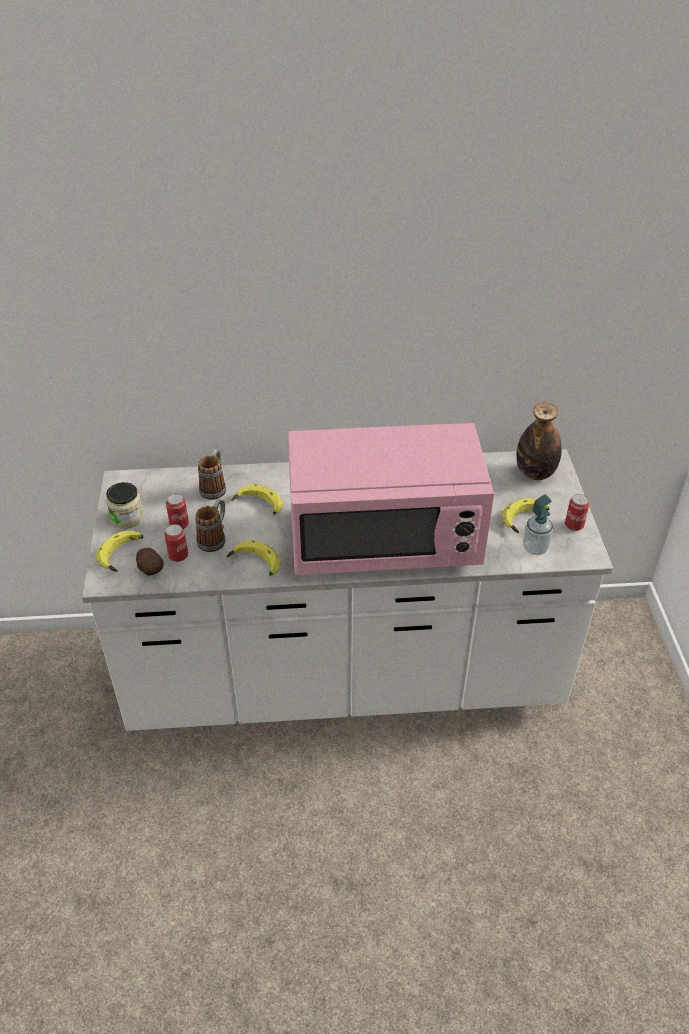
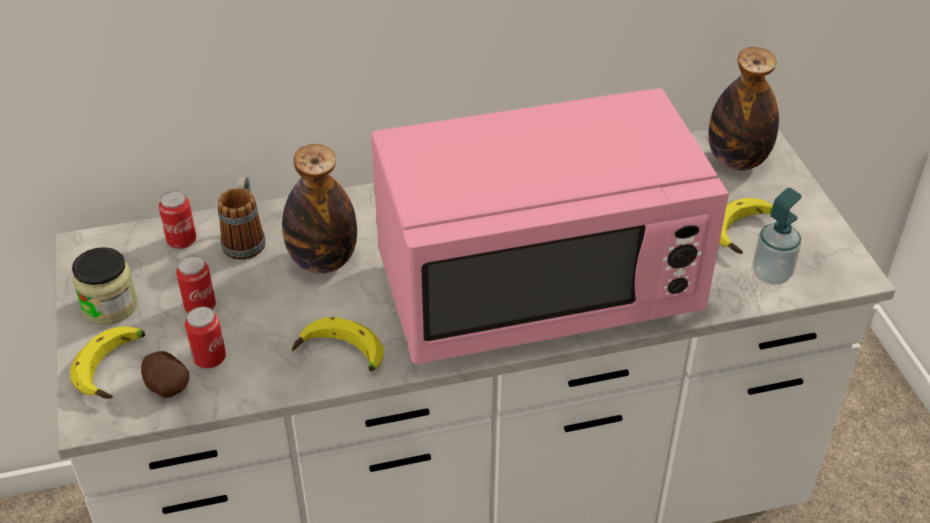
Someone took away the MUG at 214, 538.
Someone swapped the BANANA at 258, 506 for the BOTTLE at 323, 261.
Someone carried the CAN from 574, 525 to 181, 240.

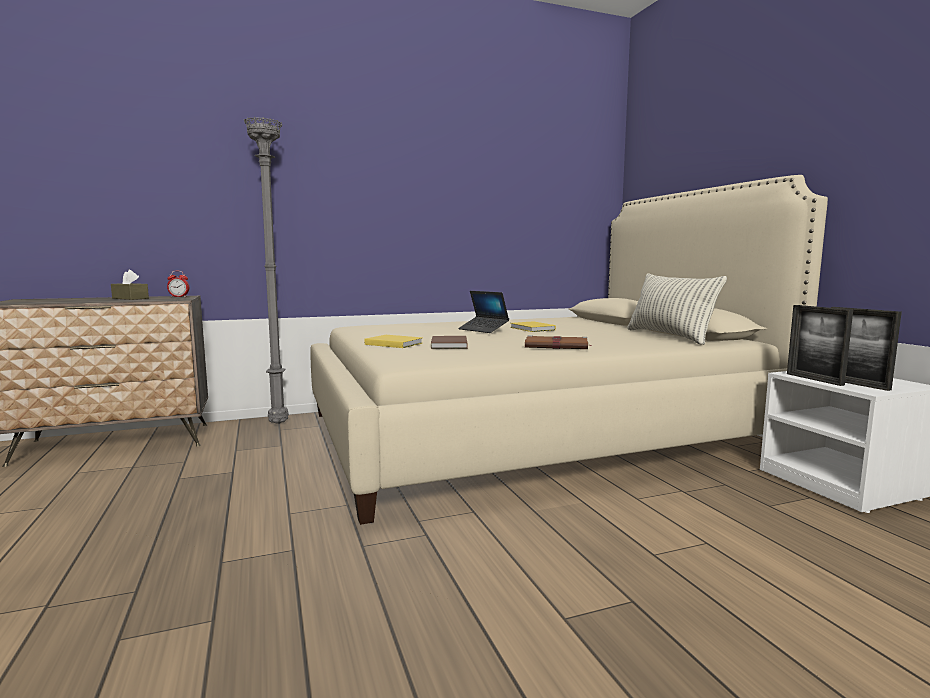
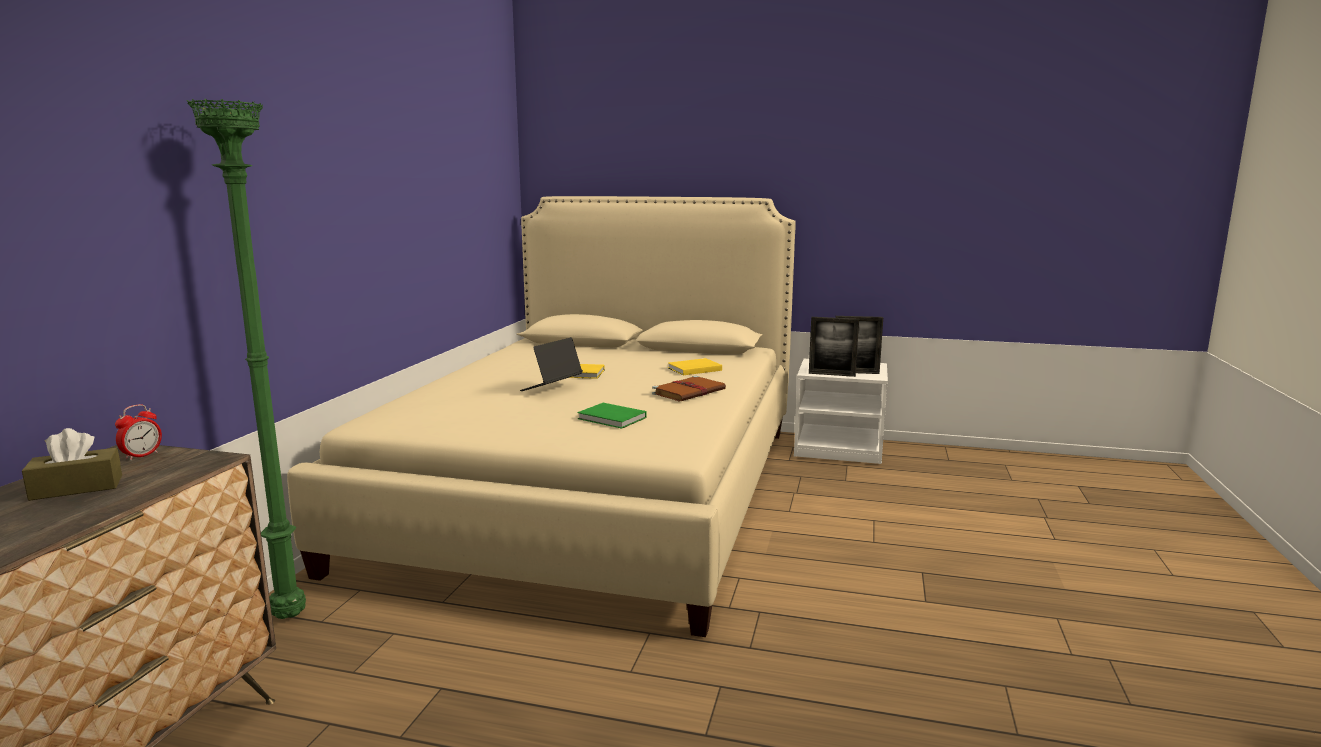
Someone repainted the GREY FLOOR LAMP at 280, 423, which became the GREEN FLOOR LAMP at 290, 615.
Someone carried the YELLOW BOOK from 393, 343 to 693, 369.
Someone repainted the BROWN BOOK at 448, 345, which became the GREEN BOOK at 612, 419.
Someone rotated the LAPTOP at 483, 330 by 135 degrees clockwise.
Someone took away the PILLOW at 669, 336.

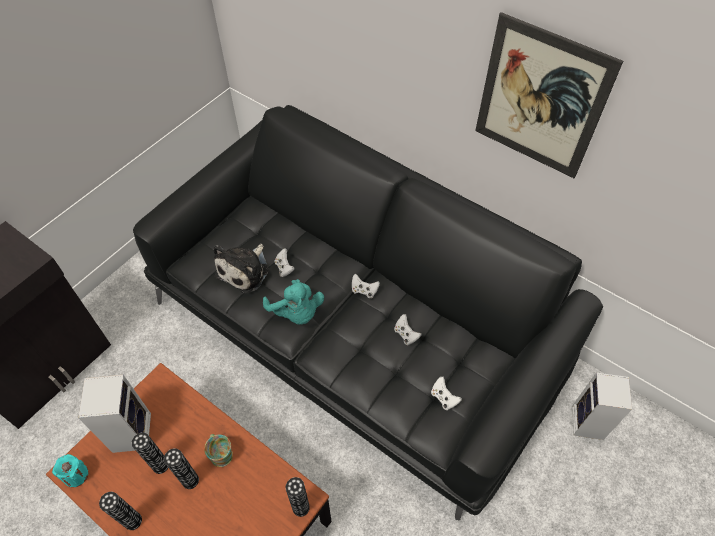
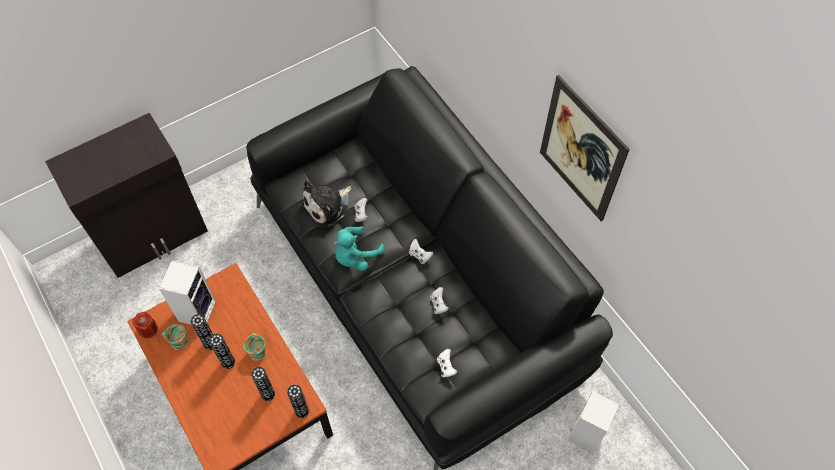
Someone repainted the TURQUOISE CANDLE at 76, 475, which became the RED CANDLE at 148, 329.
Someone carried the VASE from 133, 521 to 268, 394.
Someone rotated the TURQUOISE PLUSH TOY at 296, 313 by 60 degrees clockwise.
Someone put down the MUG at 177, 341.

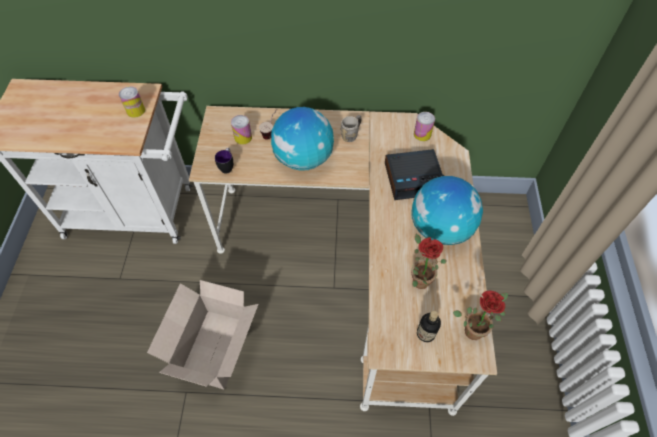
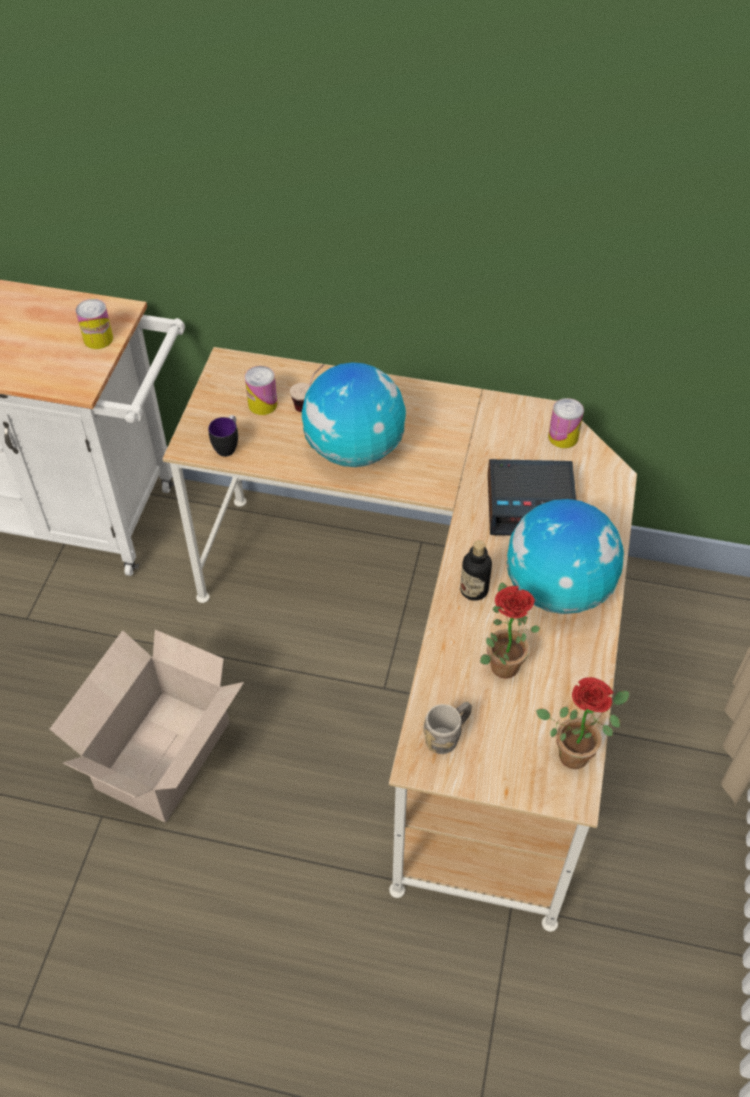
Someone carried the GREY MUG from 351, 134 to 447, 736.
Someone carried the BOTTLE from 425, 333 to 474, 590.

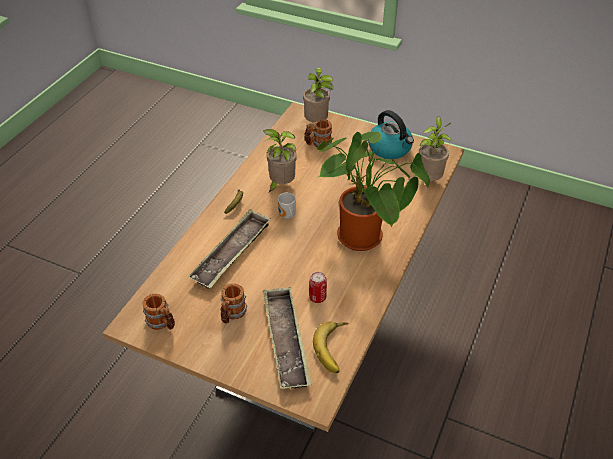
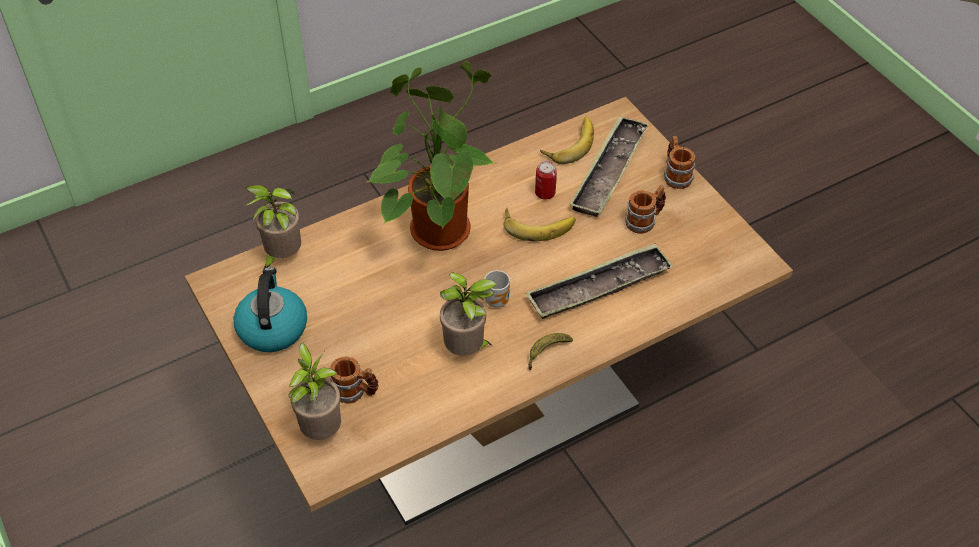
Someone carried the MUG from 162, 323 to 675, 175.
Someone put down the BANANA at 538, 224.

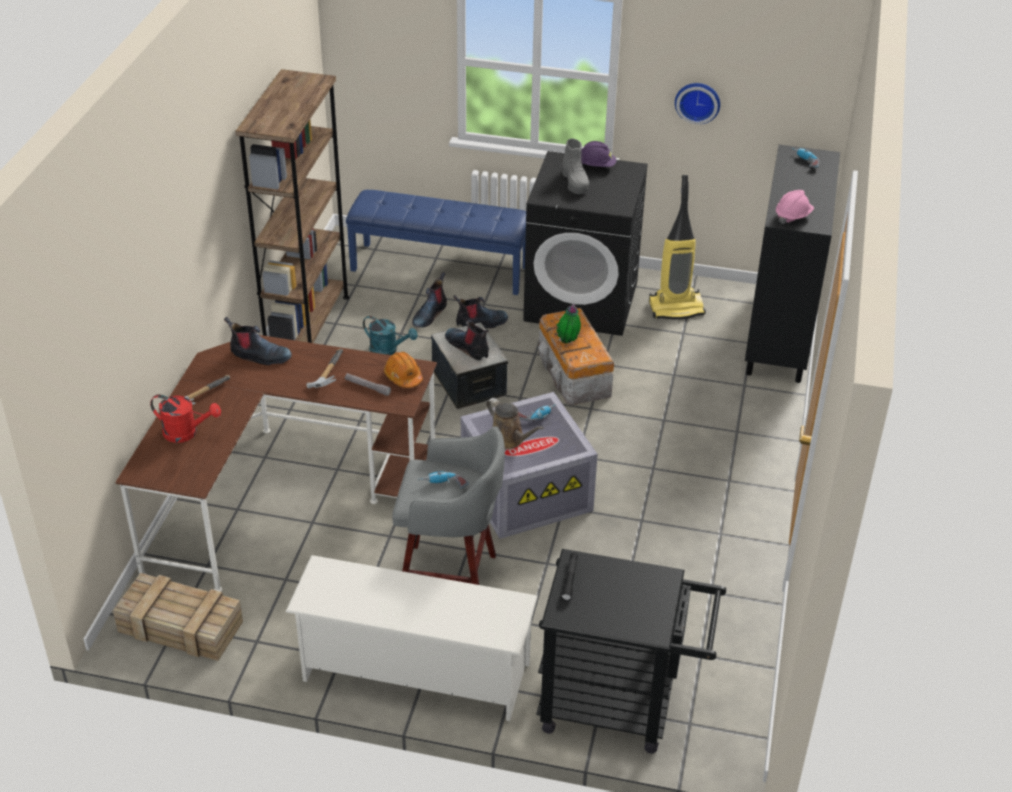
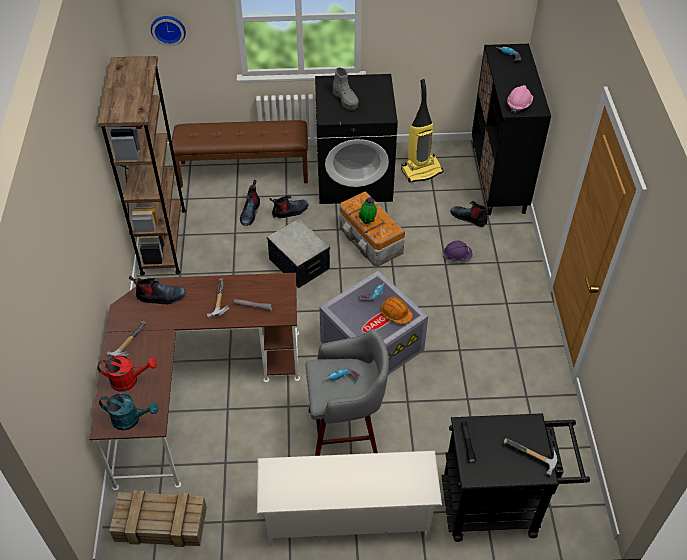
Someone repainted the BLUE BENCH at 440, 268, which became the BROWN BENCH at 244, 171.
Someone carried the TURQUOISE WATERING CAN from 388, 350 to 131, 419.
Someone carried the ORANGE HARD HAT from 403, 377 to 396, 314.
Someone carried the BOOT from 468, 347 to 469, 218.
Someone took away the BROWN WATERING CAN at 509, 439.
Someone carried the PURPLE HARD HAT from 596, 166 to 457, 256.
Someone carried the WALL CLOCK from 697, 101 to 168, 29.
Someone put down the HAMMER at 530, 458.

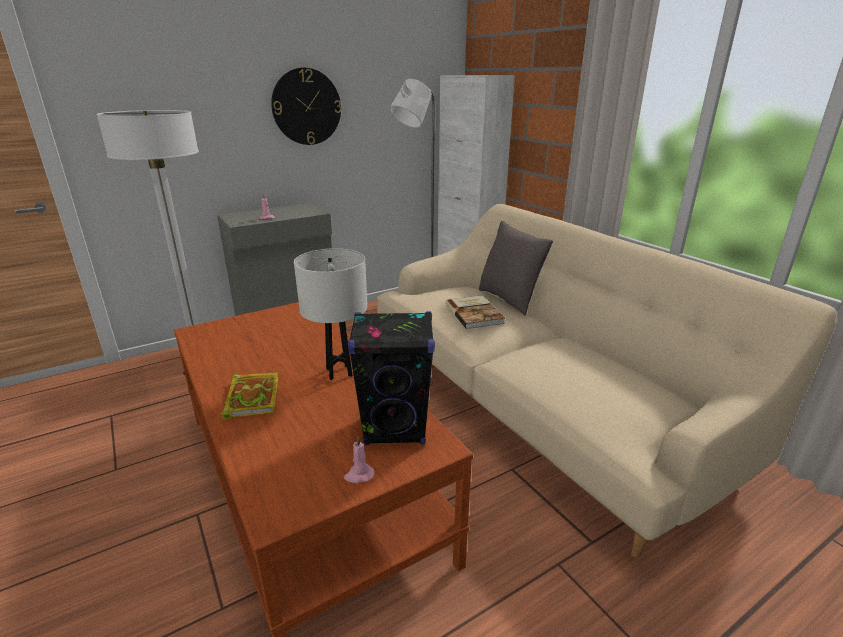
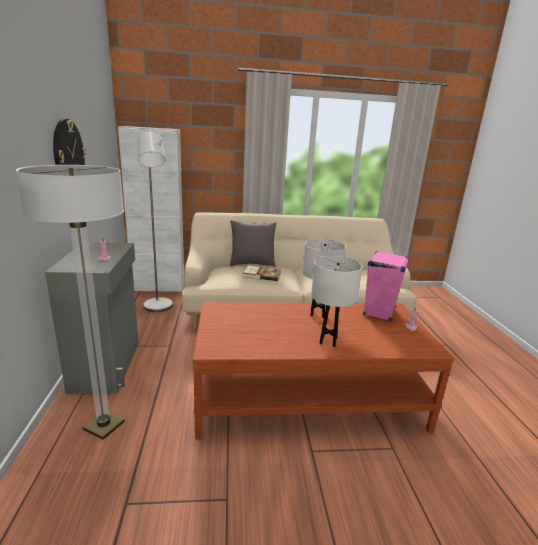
Someone swapped the BOOK at 252, 397 for the WHITE TABLE LAMP at 328, 341.
Someone repainted the BLACK SPEAKER at 395, 428, which became the PINK SPEAKER at 379, 312.

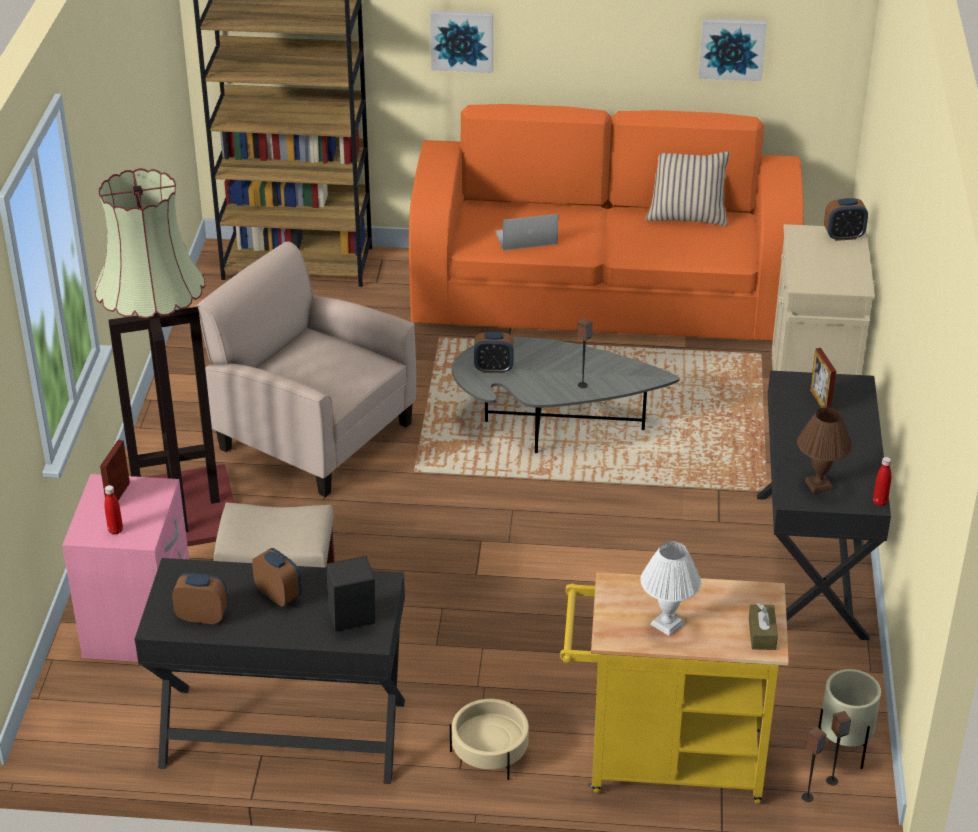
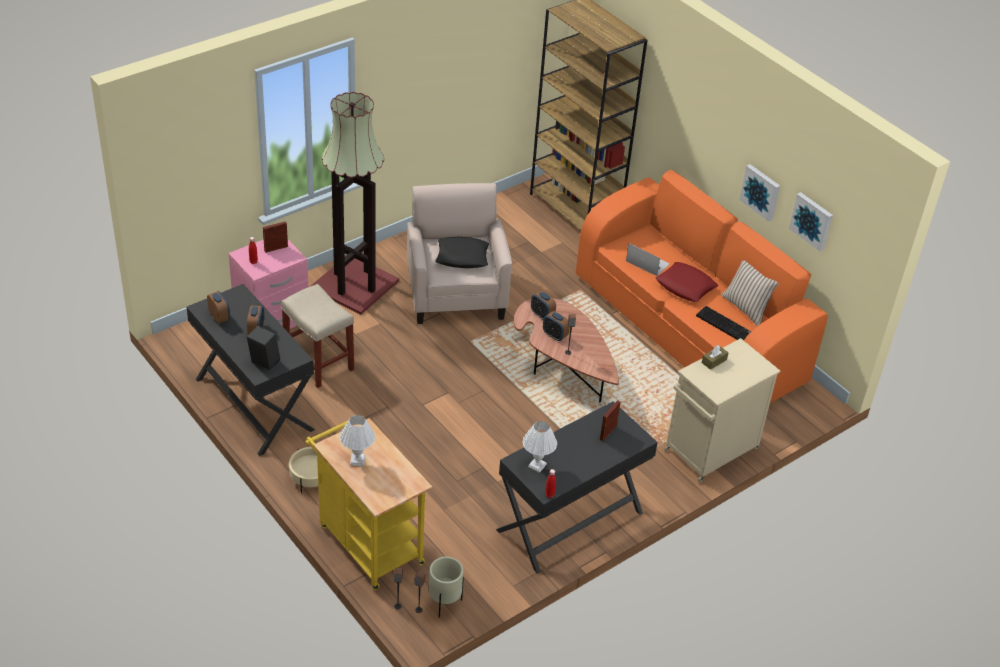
Someone carried the PICTURE from 462, 40 to 761, 192.
Someone repainted the GREY COFFEE TABLE at 550, 425, which became the BROWN COFFEE TABLE at 562, 367.
Someone carried the BROWN TISSUE BOX from 762, 634 to 714, 361.
Someone repainted the BROWN TABLE LAMP at 818, 485, which became the WHITE TABLE LAMP at 536, 465.
Someone carried the ALARM CLOCK from 843, 236 to 555, 335.
Someone put down the BLACK PILLOW at 462, 257.
Someone put down the RED PILLOW at 685, 286.
Someone put down the KEYBOARD at 725, 325.

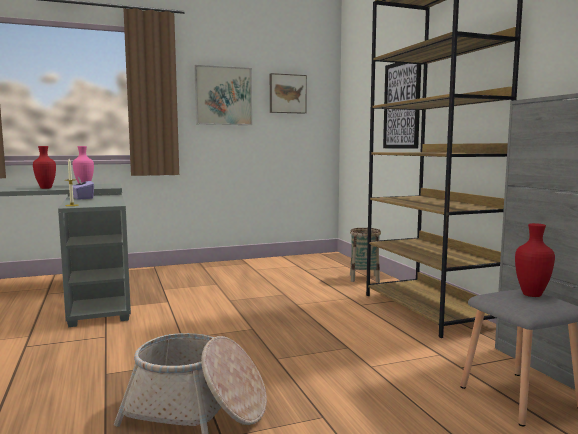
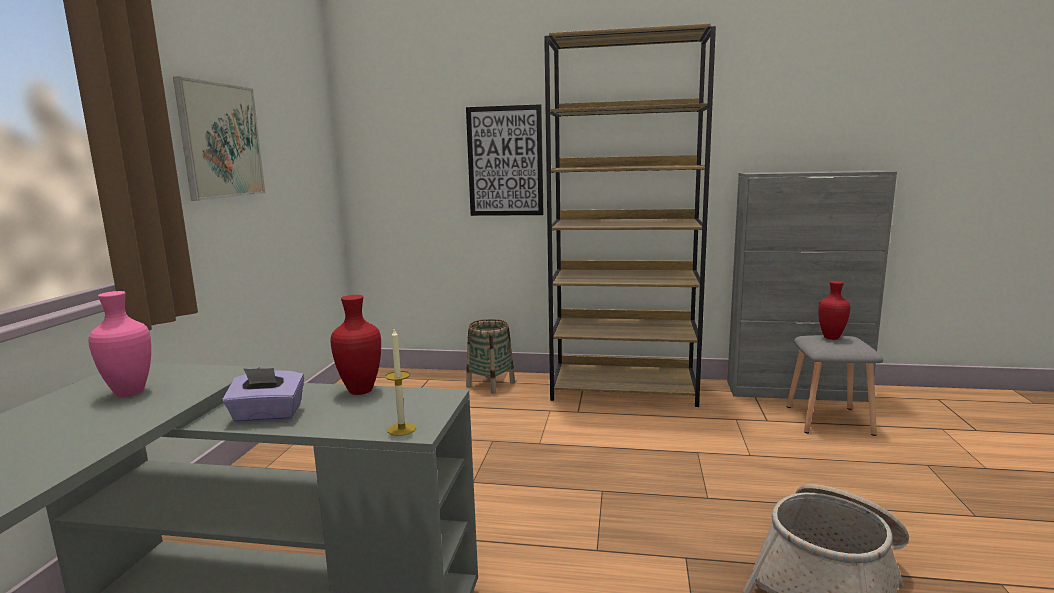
Someone carried the RED VASE from 45, 188 to 360, 391.
Someone took away the PICTURE at 287, 94.

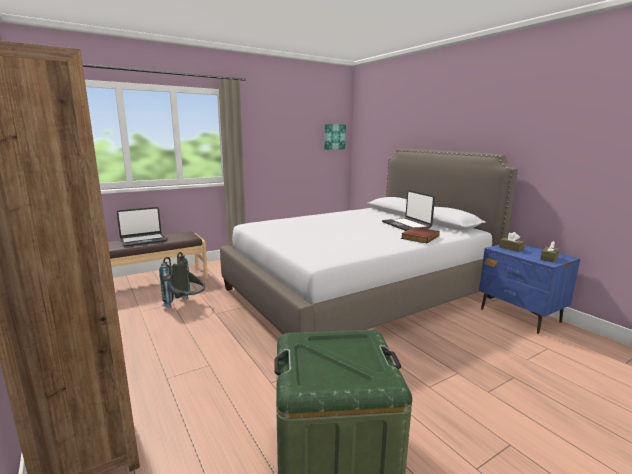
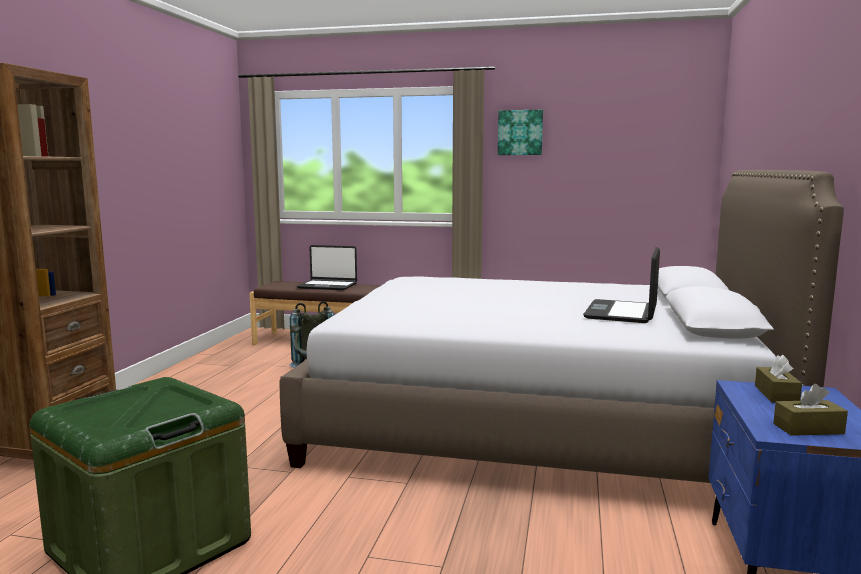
Someone carried the PICTURE from 334, 137 to 520, 132.
Someone took away the BOOK at 419, 237.

